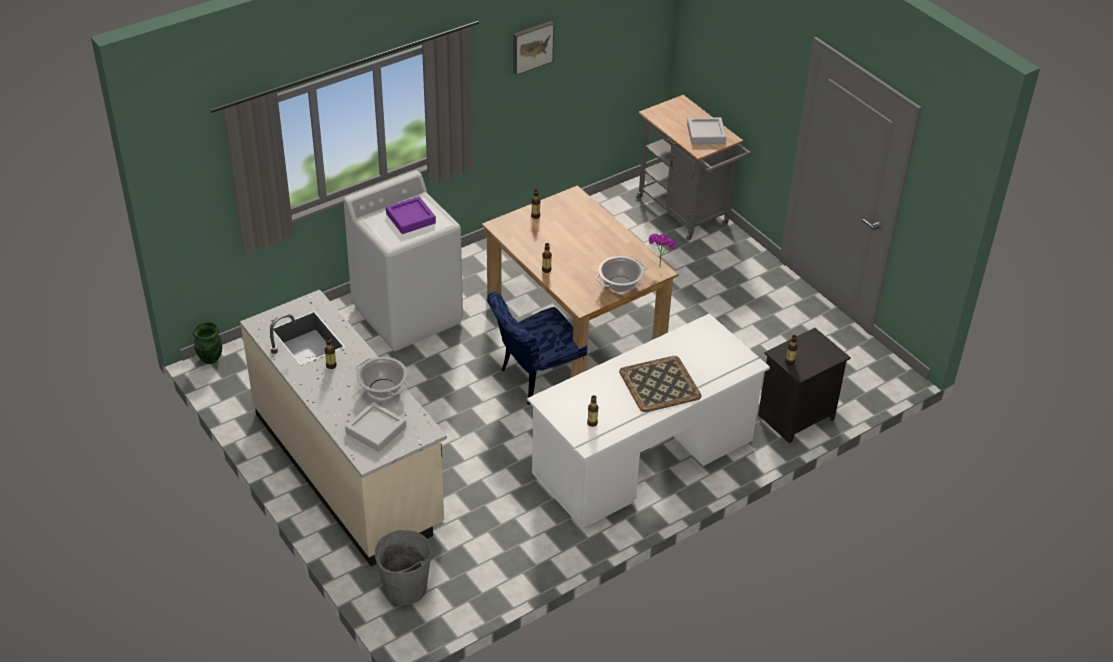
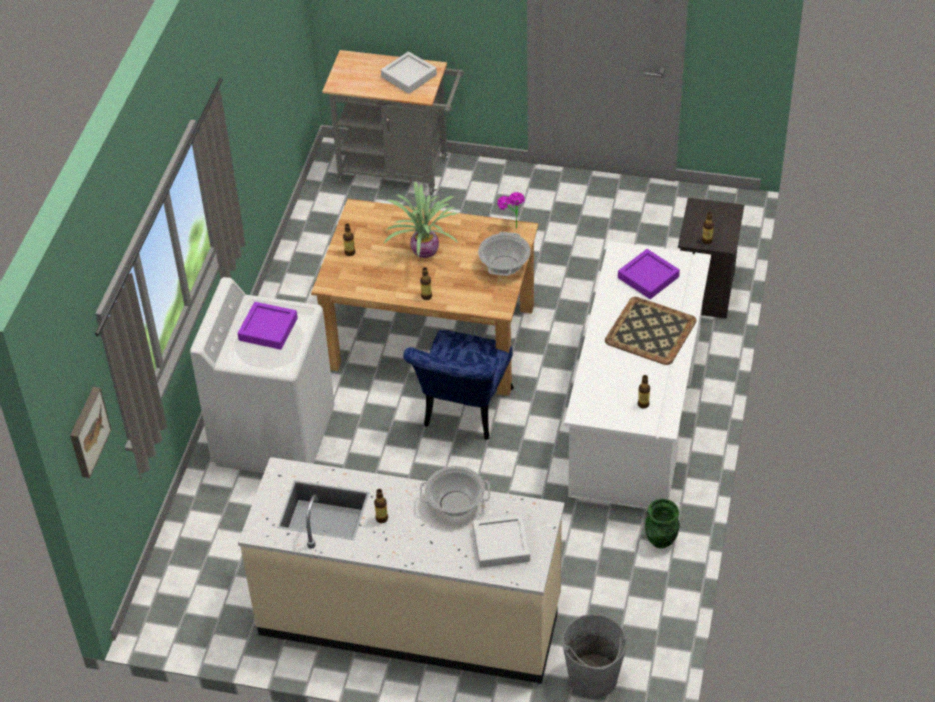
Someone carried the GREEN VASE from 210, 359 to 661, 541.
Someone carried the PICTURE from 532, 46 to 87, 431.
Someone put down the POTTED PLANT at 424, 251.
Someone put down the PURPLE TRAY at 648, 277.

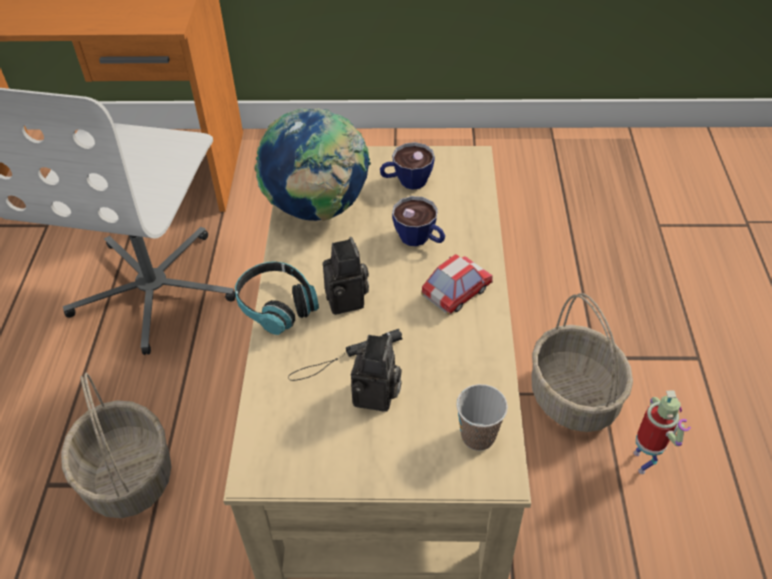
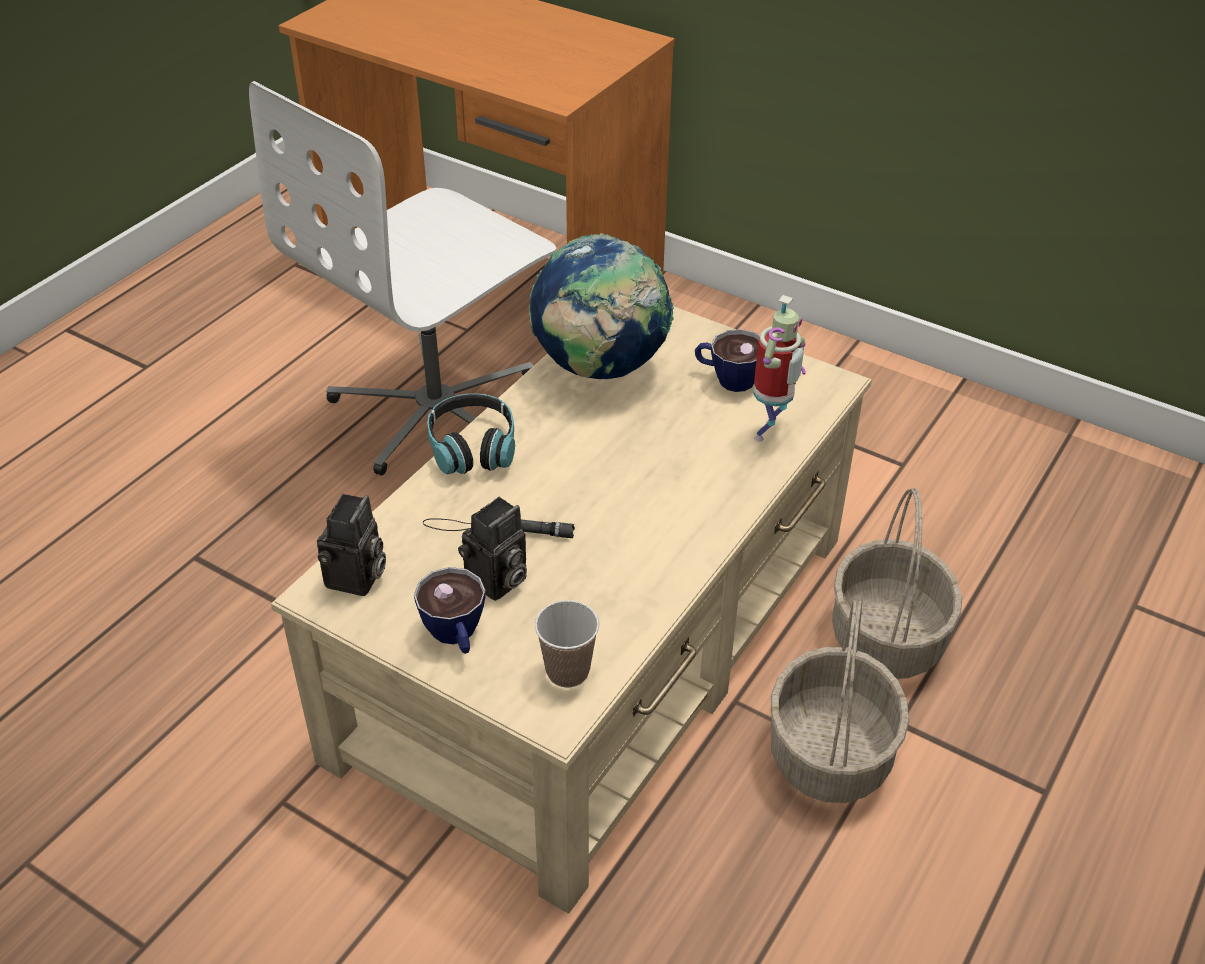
Someone carried the BASKET from 127, 476 to 886, 636.
Someone carried the PHOTO CAMERA from 348, 301 to 356, 579.
Someone carried the CUP from 420, 239 to 456, 636.
Someone took away the TOY CAR at 456, 293.
Someone carried the TOY ROBOT from 643, 462 to 769, 433.

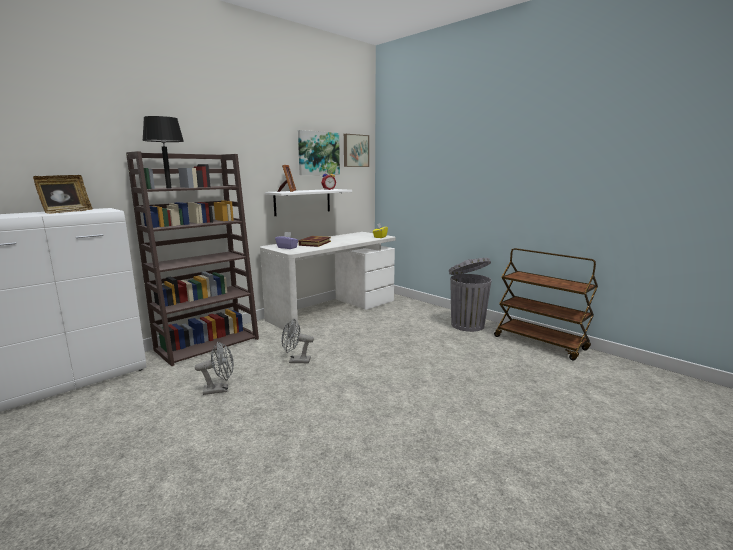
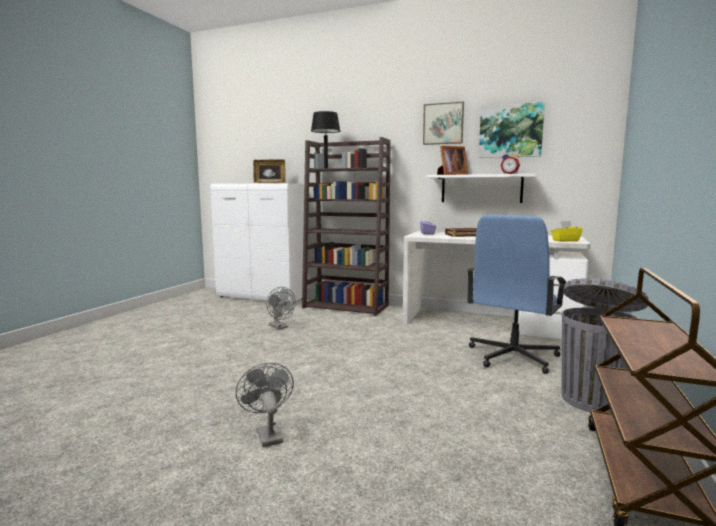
Someone carried the GREY FAN from 296, 361 to 267, 434.
Someone carried the PICTURE from 355, 150 to 443, 124.
Someone put down the BLUE OFFICE CHAIR at 512, 357.

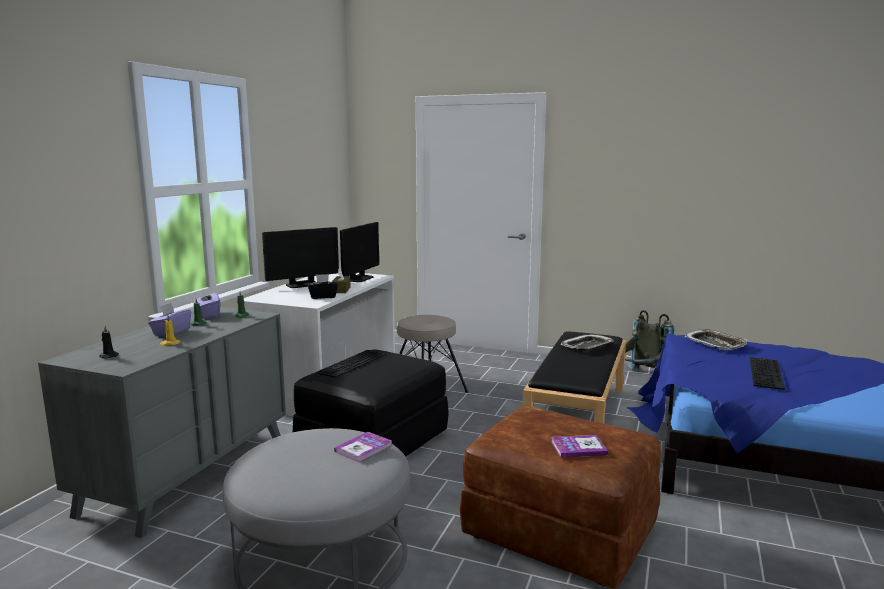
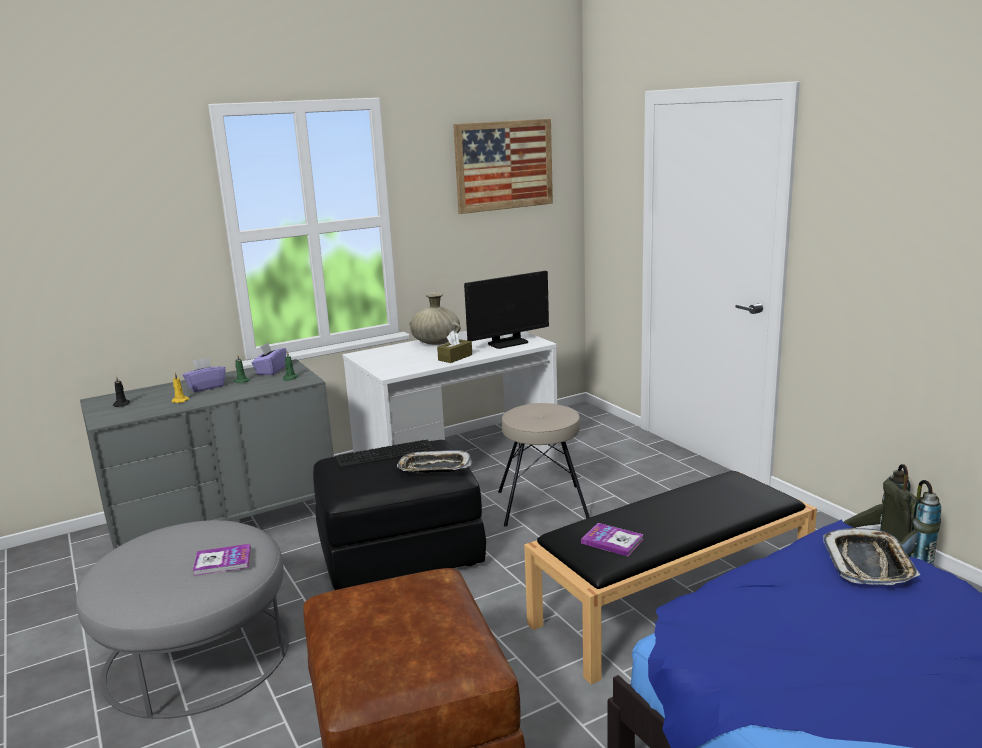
Someone swapped the MONITOR at 302, 285 for the BEIGE VASE at 436, 342.
Someone took away the BLACK TISSUE BOX at 323, 297.
Someone carried the BOOK from 578, 448 to 612, 541.
Someone carried the TRAY from 587, 346 to 434, 468.
Someone took away the KEYBOARD at 768, 373.
Someone put up the PICTURE at 504, 165.

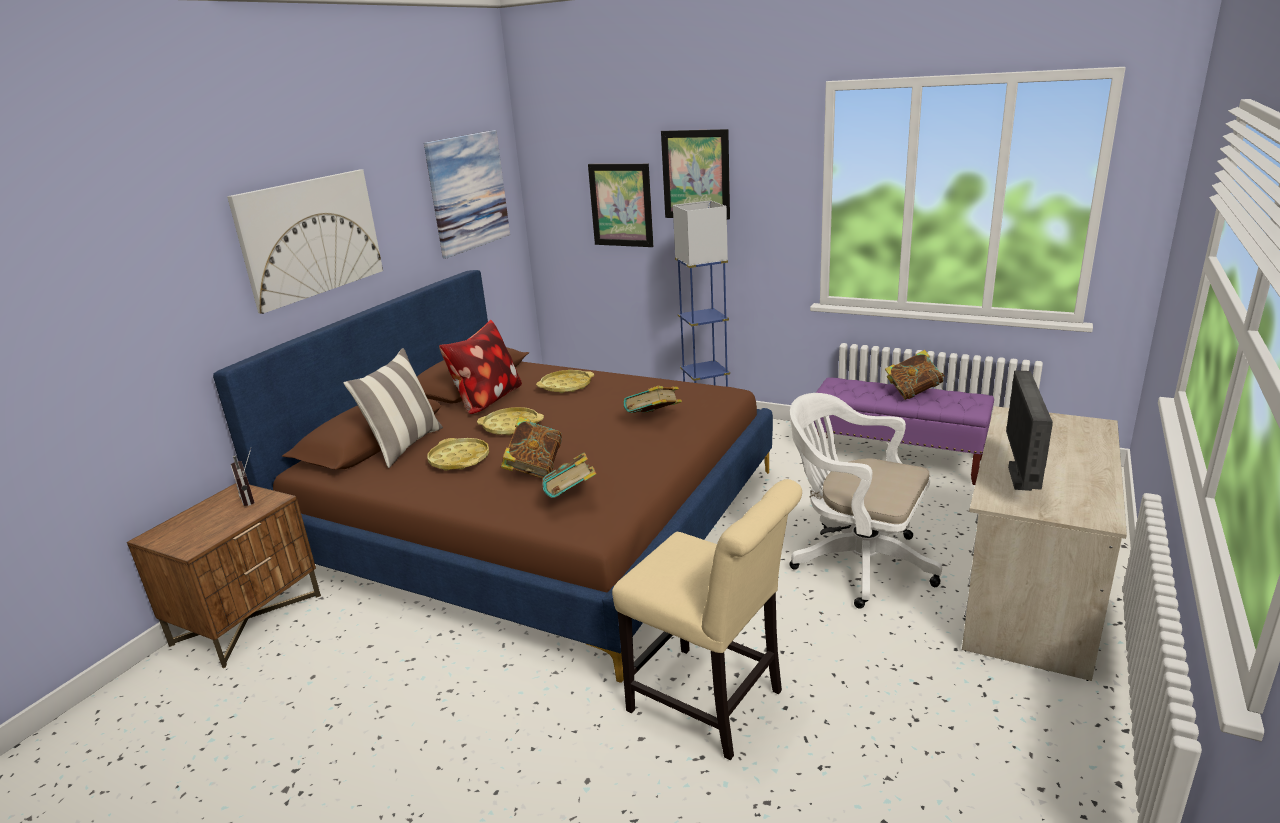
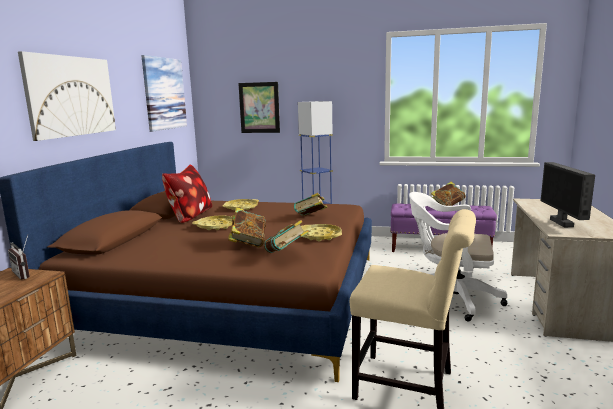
Someone took away the PILLOW at 404, 446.
Someone carried the YELLOW TRAY from 459, 459 to 320, 236.
Someone took away the PICTURE at 696, 175.

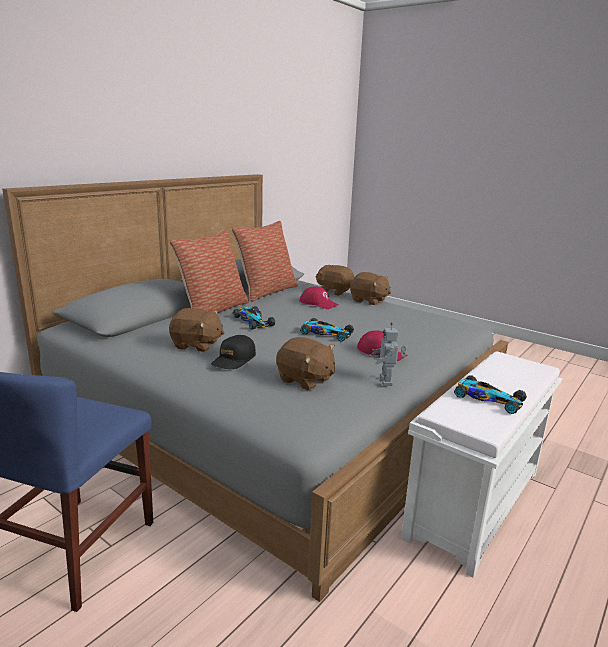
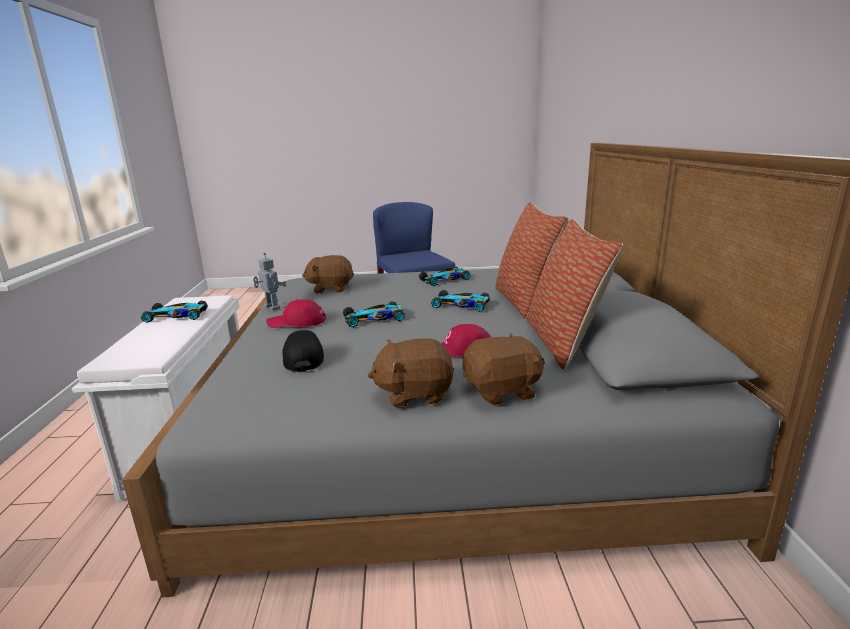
Someone swapped the BROWN PLUSH TOY at 196, 345 for the TOY CAR at 446, 280.
Someone carried the BLACK CAP from 234, 360 to 303, 358.

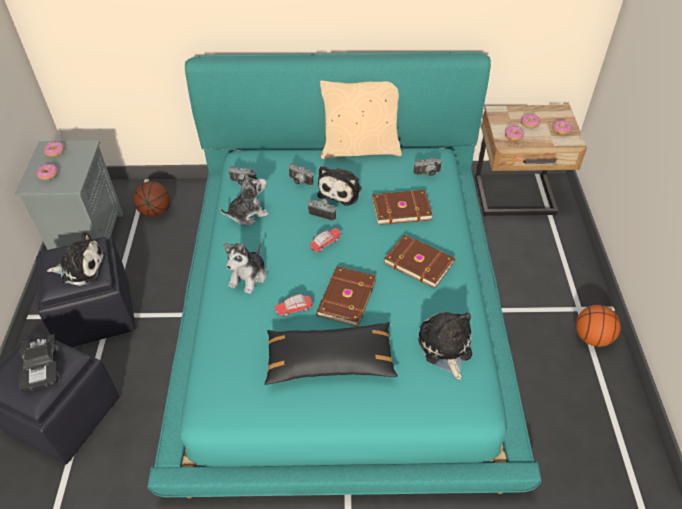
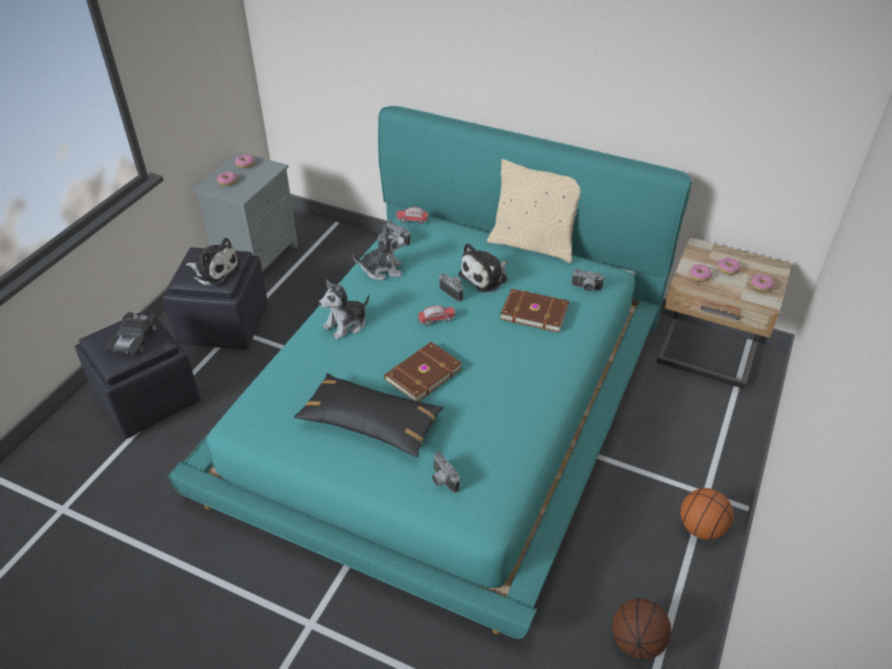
Someone carried the BASKETBALL from 155, 211 to 636, 641.
Someone carried the TOY CAR from 294, 310 to 412, 220.
Someone carried the PHOTO CAMERA from 299, 182 to 442, 480.
Someone took away the BROWN BOOK at 419, 262.
Someone took away the PLUSH TOY at 445, 348.

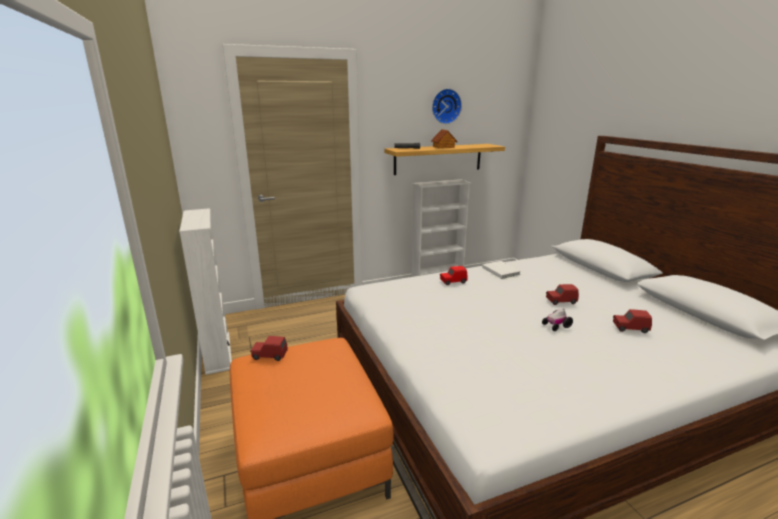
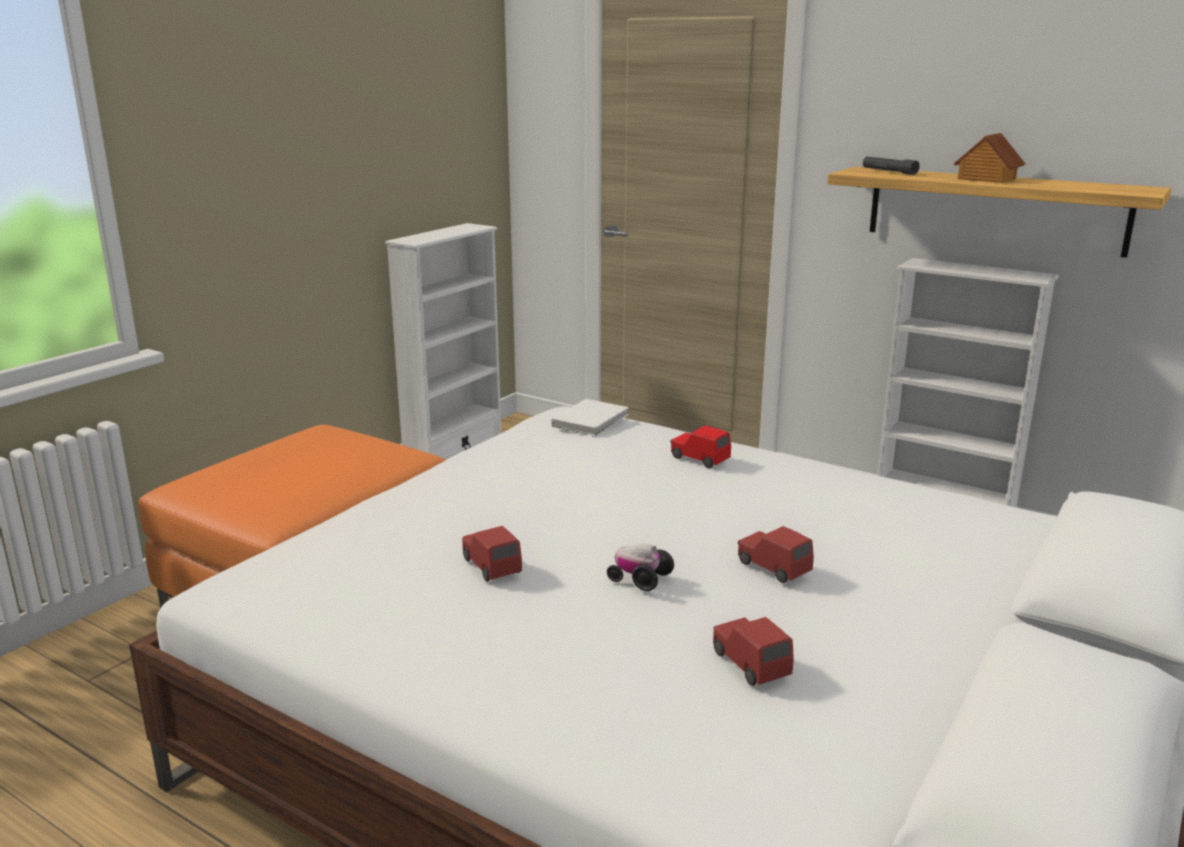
Someone carried the RED TOY CAR from 269, 355 to 491, 566.
Someone took away the WALL CLOCK at 445, 106.
Someone carried the WHITE BOOK from 500, 271 to 592, 420.

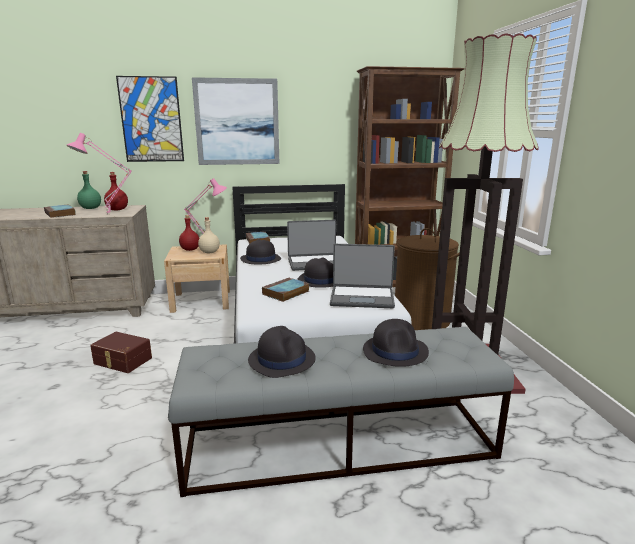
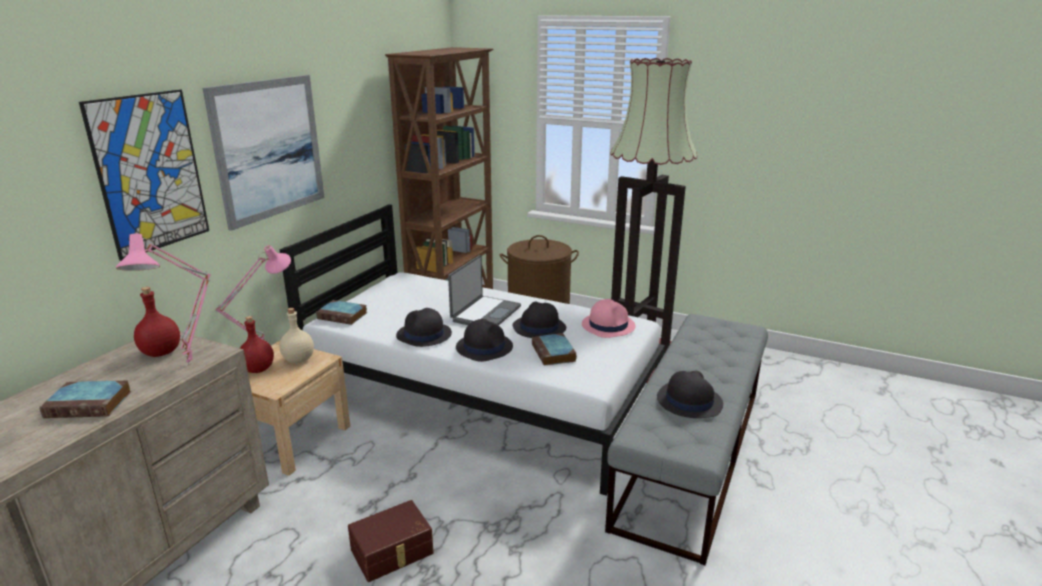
Someone took away the GREEN BOTTLE at 90, 208.
Someone swapped the LAPTOP at 362, 298 for the PINK HAT at 608, 325.
Someone carried the BLACK HAT from 395, 351 to 484, 347.

